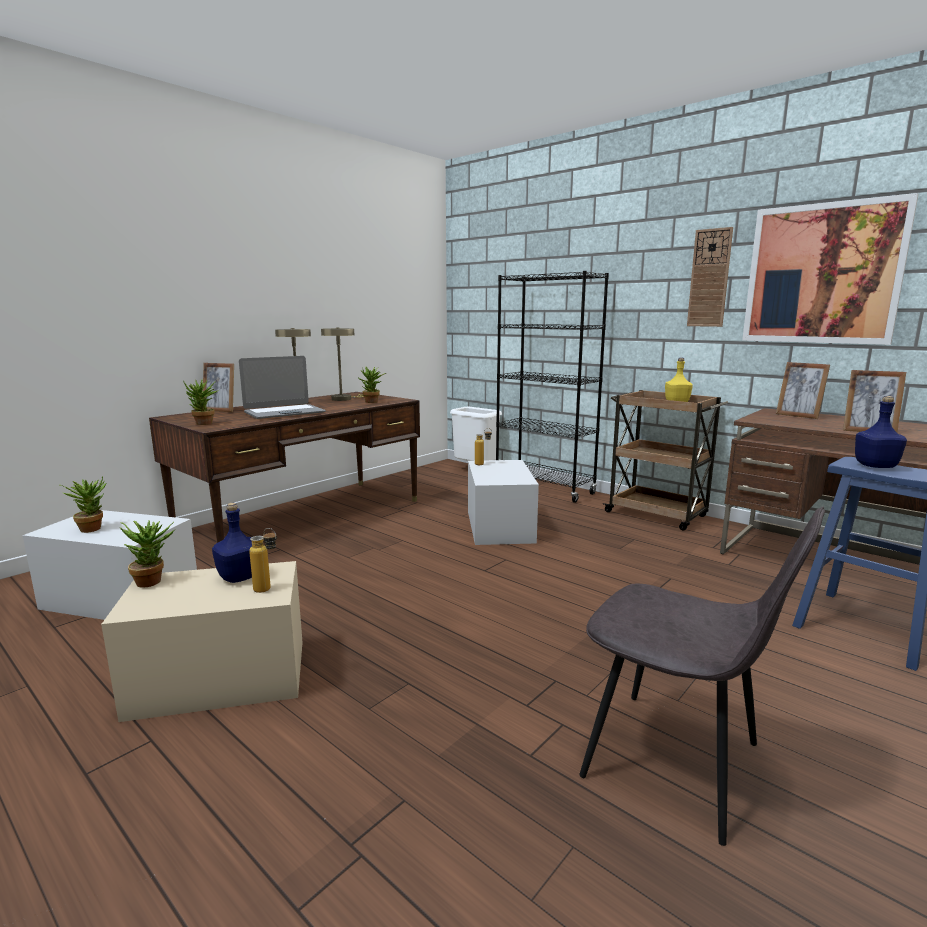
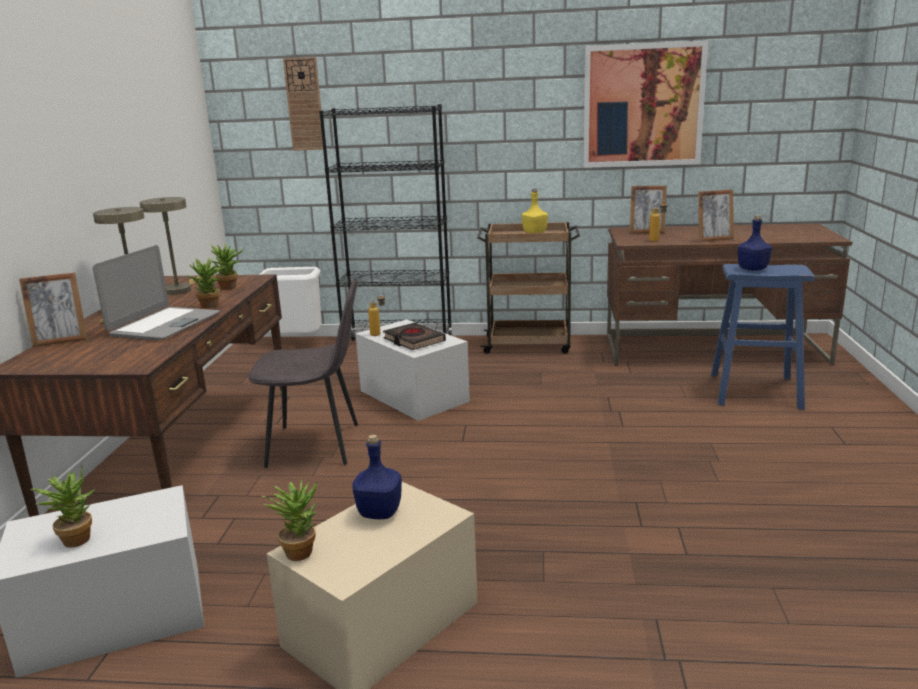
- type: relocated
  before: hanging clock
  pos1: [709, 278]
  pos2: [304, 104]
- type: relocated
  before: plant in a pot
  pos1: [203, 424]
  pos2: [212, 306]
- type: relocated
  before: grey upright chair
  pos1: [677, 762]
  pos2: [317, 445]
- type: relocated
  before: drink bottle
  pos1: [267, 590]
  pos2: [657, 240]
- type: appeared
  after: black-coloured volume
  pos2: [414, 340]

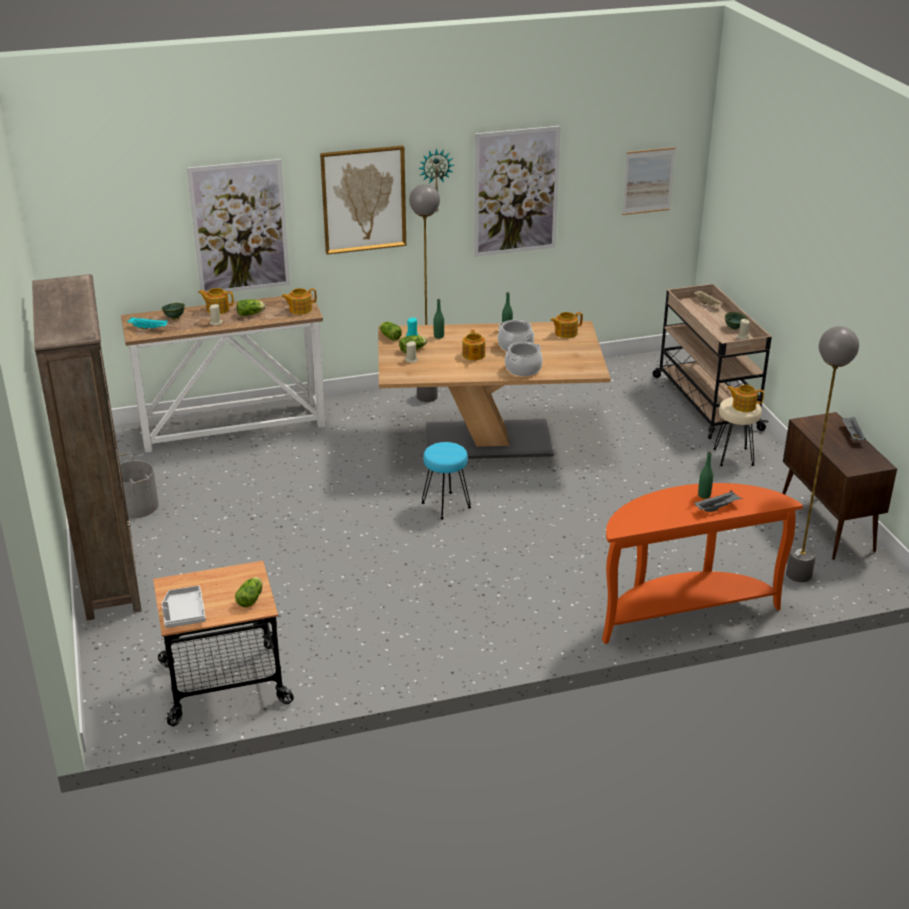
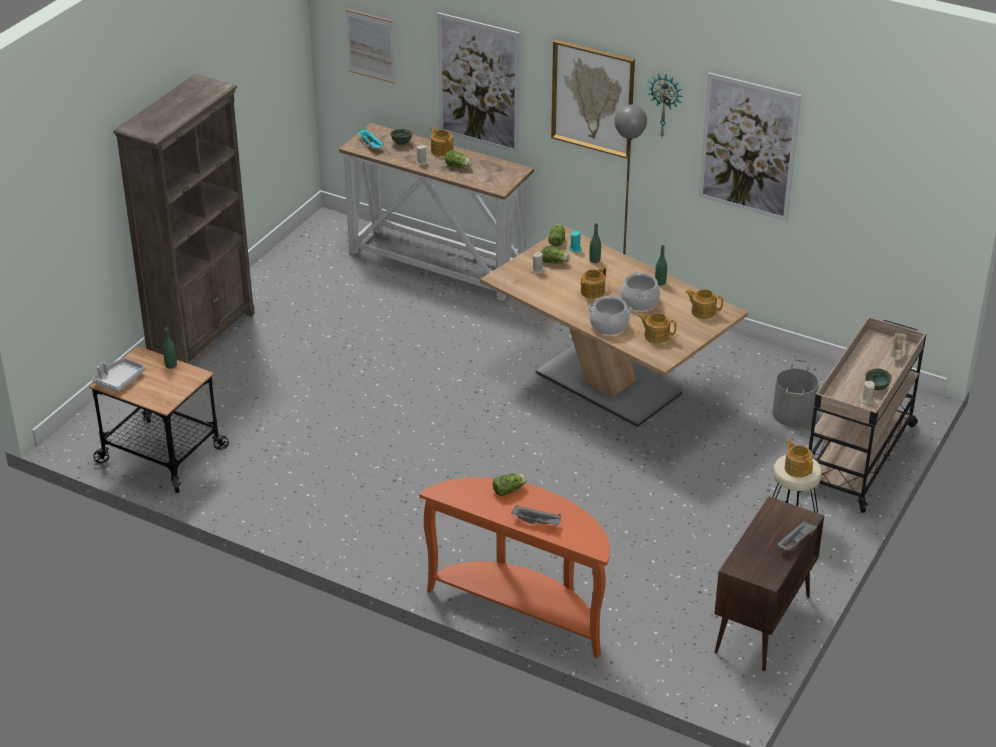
- type: relocated
  before: wall picture
  pos1: [648, 181]
  pos2: [370, 46]
- type: relocated
  before: tea pot
  pos1: [299, 309]
  pos2: [656, 336]
- type: missing
  before: grey standing lamp
  pos1: [798, 575]
- type: missing
  before: turquoise stool seat
  pos1: [445, 505]
- type: relocated
  before: grey water bucket
  pos1: [138, 506]
  pos2: [794, 414]
- type: relocated
  before: greenish drink bottle
  pos1: [704, 495]
  pos2: [171, 365]
- type: relocated
  before: lettuce head
  pos1: [251, 598]
  pos2: [510, 490]

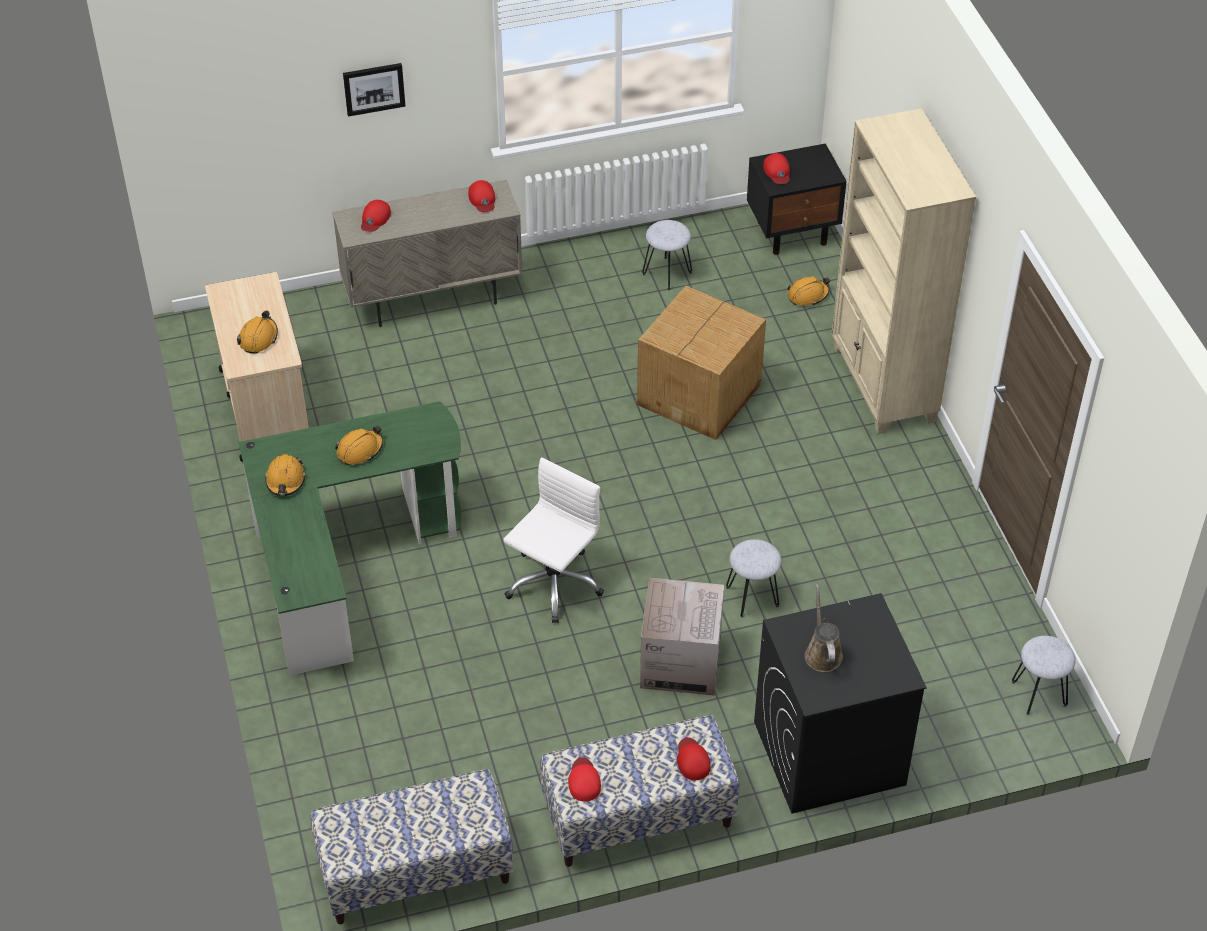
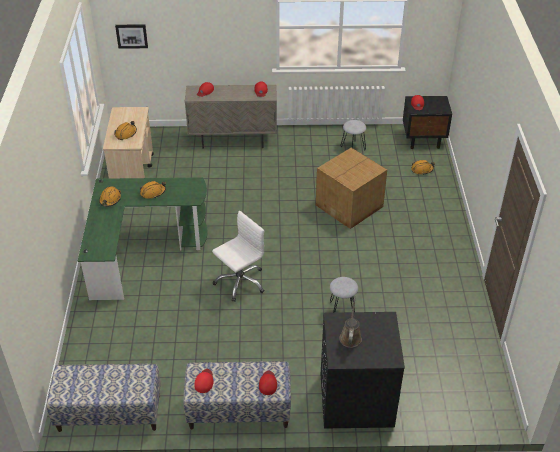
- type: relocated
  before: wall picture
  pos1: [374, 88]
  pos2: [131, 36]
- type: missing
  before: beige bookshelf
  pos1: [883, 385]
- type: missing
  before: carton
  pos1: [681, 662]
- type: missing
  before: grey stool seat
  pos1: [1039, 694]

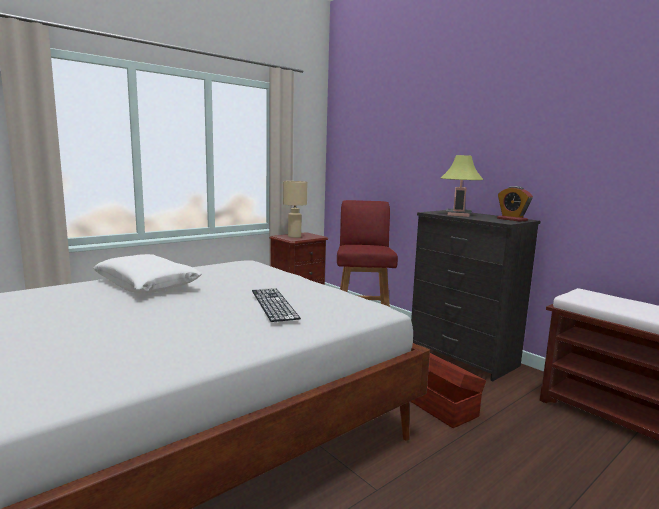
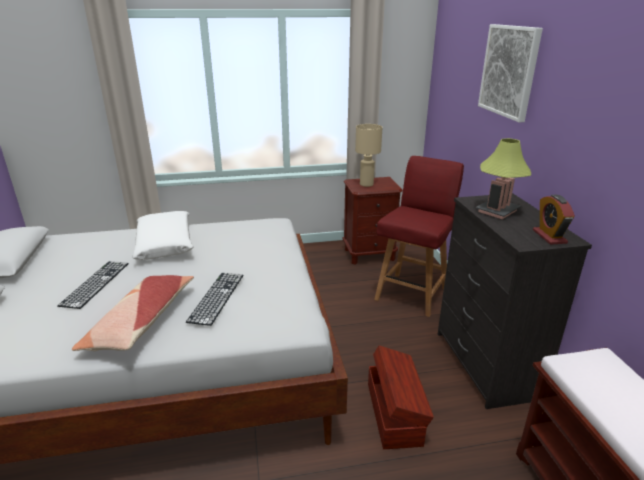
- type: appeared
  after: wall picture
  pos2: [509, 71]
- type: appeared
  after: computer keyboard
  pos2: [95, 283]
- type: appeared
  after: pillow
  pos2: [141, 322]

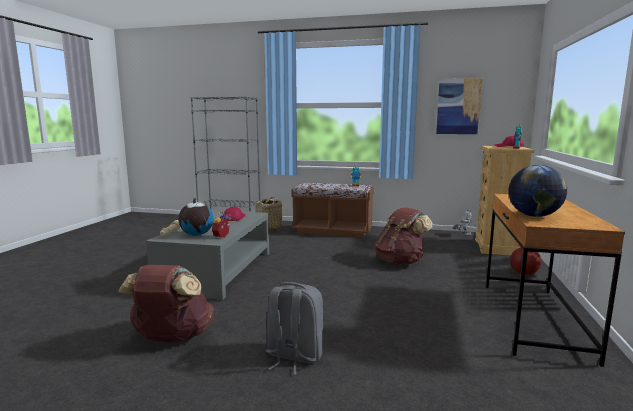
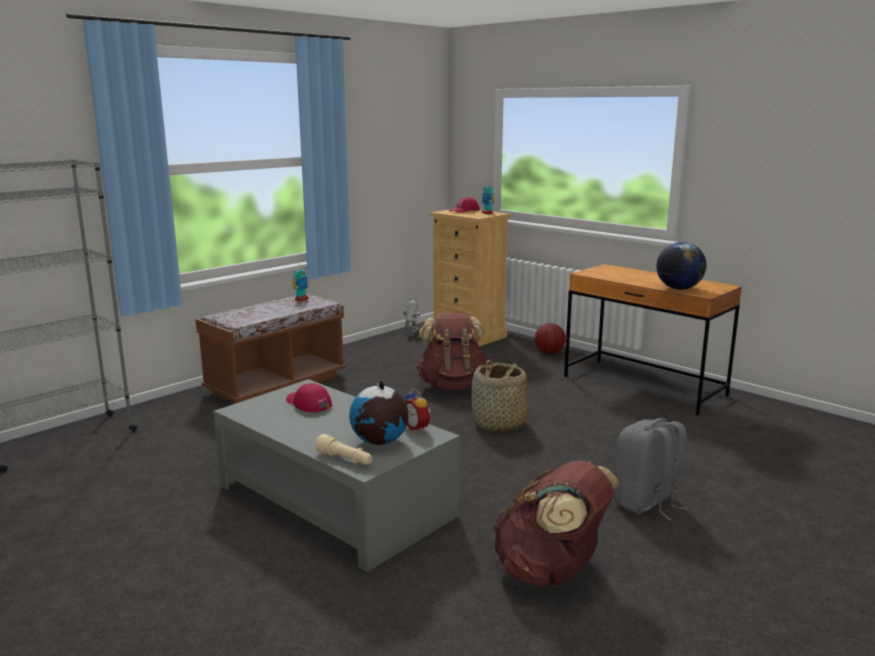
- type: missing
  before: wall picture
  pos1: [458, 106]
- type: relocated
  before: basket
  pos1: [268, 229]
  pos2: [499, 424]

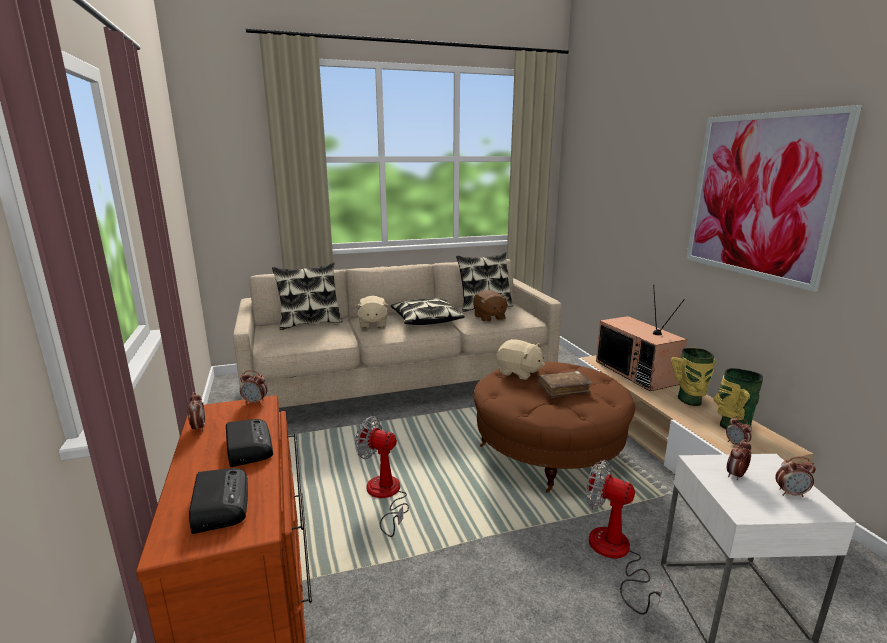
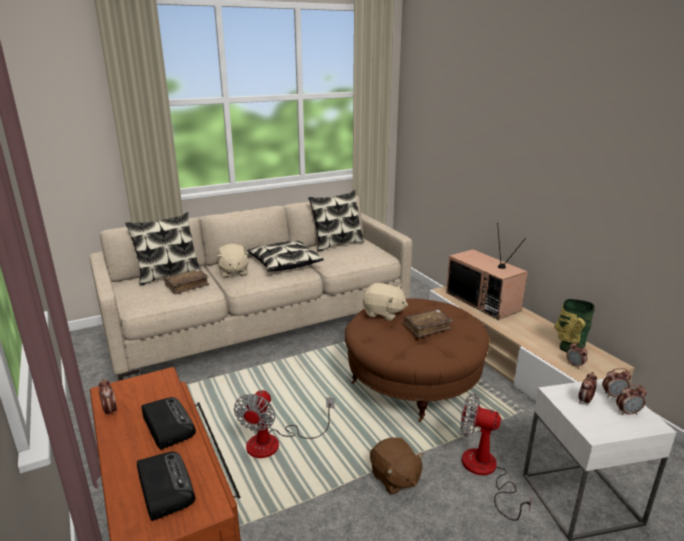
- type: missing
  before: wall picture
  pos1: [759, 196]
- type: relocated
  before: brown-coloured cuddly toy
  pos1: [489, 317]
  pos2: [394, 478]
- type: missing
  before: decorative vase
  pos1: [690, 401]
- type: relocated
  before: table clock
  pos1: [255, 402]
  pos2: [613, 395]
- type: spun
  before: cooling fan
  pos1: [385, 496]
  pos2: [275, 443]
  turn: -90
- type: appeared
  after: brown-coloured volume
  pos2: [187, 285]

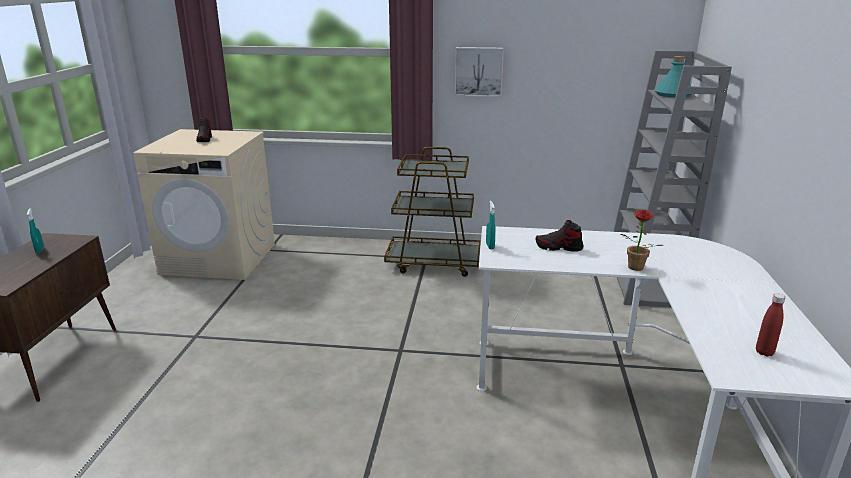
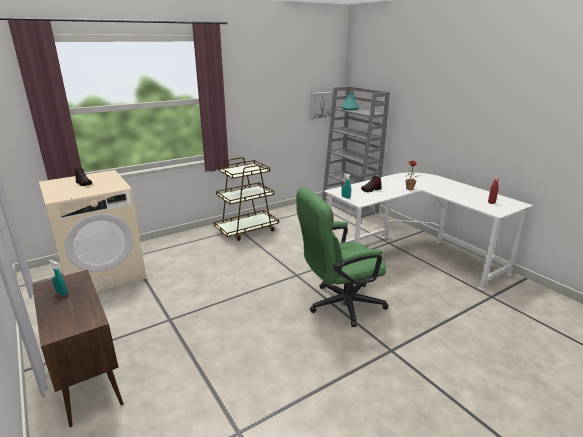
- type: relocated
  before: wall picture
  pos1: [478, 71]
  pos2: [321, 105]
- type: appeared
  after: greenish office chair
  pos2: [339, 305]

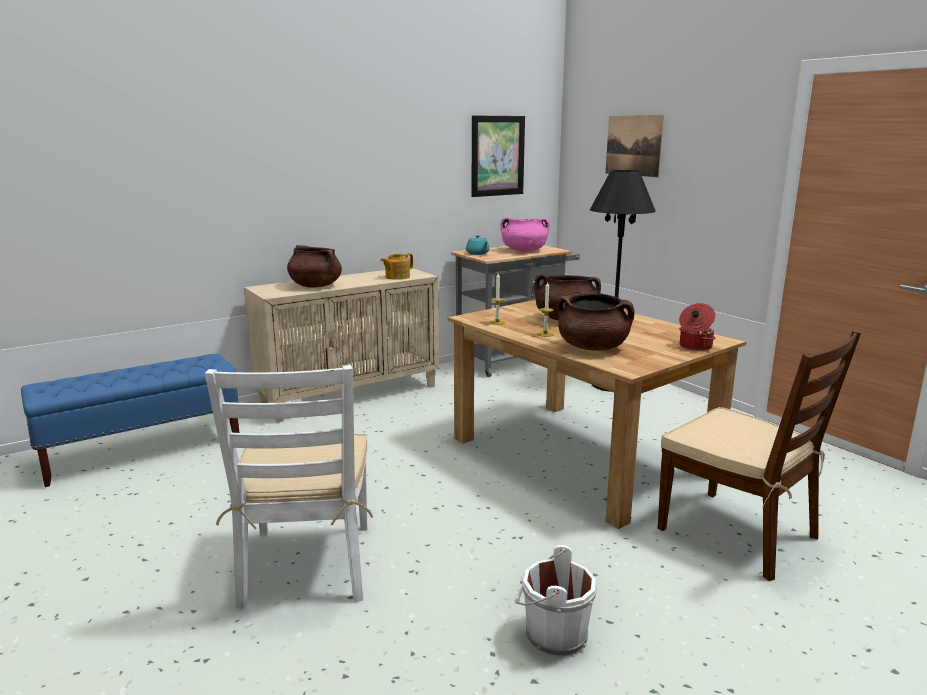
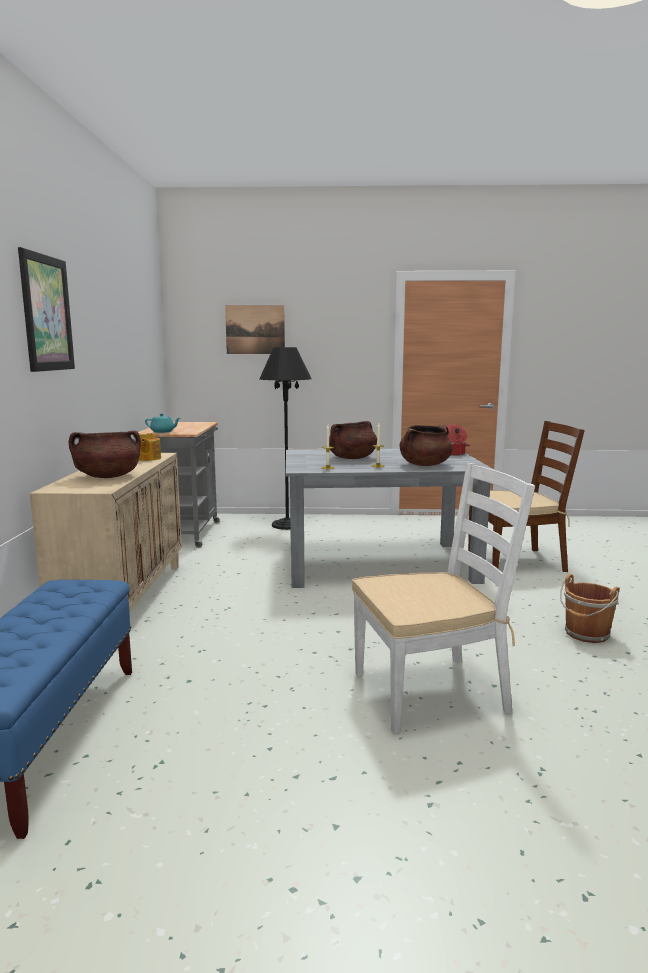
- type: relocated
  before: wall picture
  pos1: [497, 156]
  pos2: [47, 313]
- type: missing
  before: pink-coloured cooking pot
  pos1: [524, 251]
- type: colour
  before: brown-coloured dining table
  after: grey dining table
  pos1: [579, 456]
  pos2: [378, 564]
- type: spun
  before: white upright chair
  pos1: [307, 565]
  pos2: [431, 692]
  turn: -45
- type: colour
  before: white water bucket
  after: brown-coloured water bucket
  pos1: [553, 636]
  pos2: [586, 634]

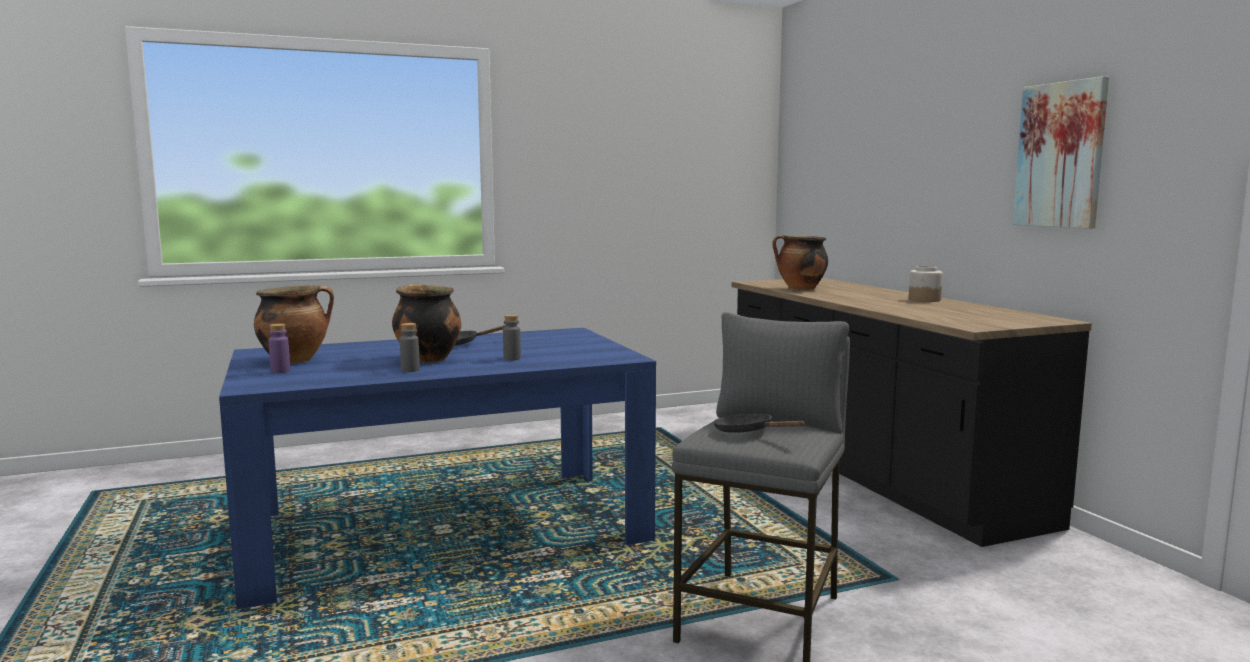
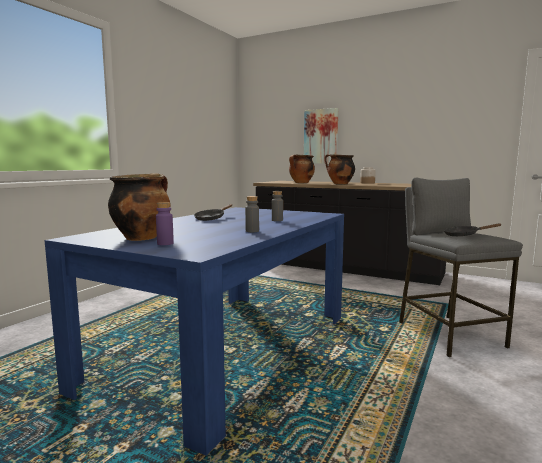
- type: relocated
  before: wall picture
  pos1: [1061, 155]
  pos2: [321, 136]
- type: relocated
  before: cooking pot
  pos1: [426, 359]
  pos2: [339, 184]

